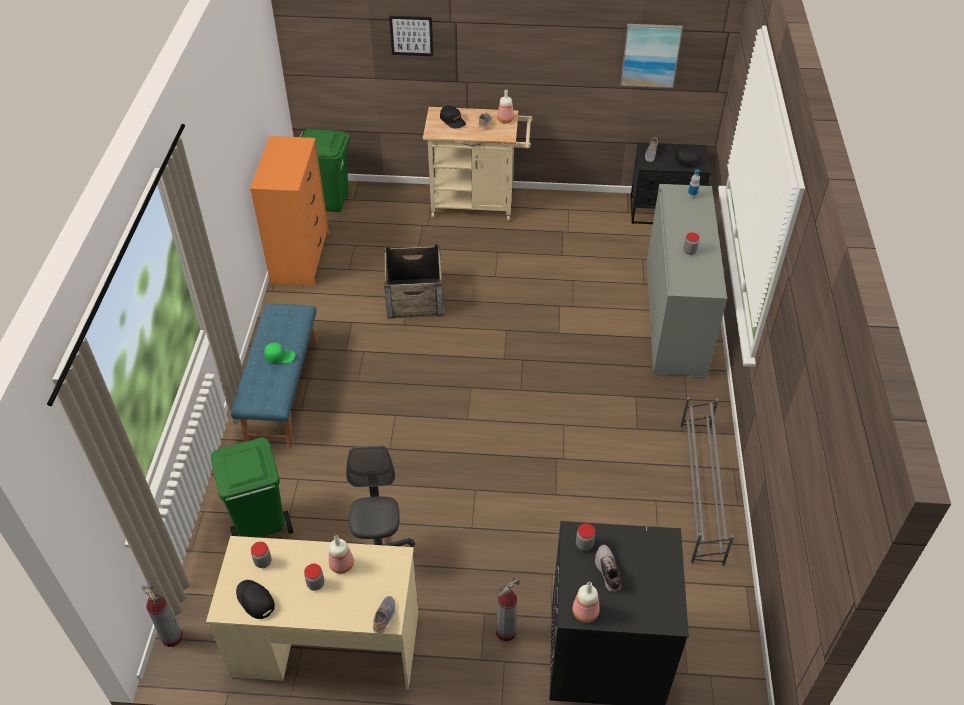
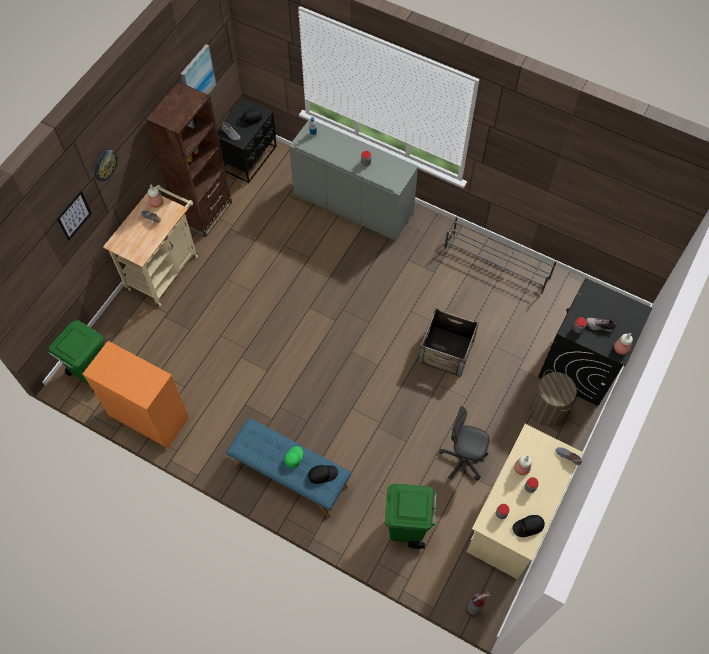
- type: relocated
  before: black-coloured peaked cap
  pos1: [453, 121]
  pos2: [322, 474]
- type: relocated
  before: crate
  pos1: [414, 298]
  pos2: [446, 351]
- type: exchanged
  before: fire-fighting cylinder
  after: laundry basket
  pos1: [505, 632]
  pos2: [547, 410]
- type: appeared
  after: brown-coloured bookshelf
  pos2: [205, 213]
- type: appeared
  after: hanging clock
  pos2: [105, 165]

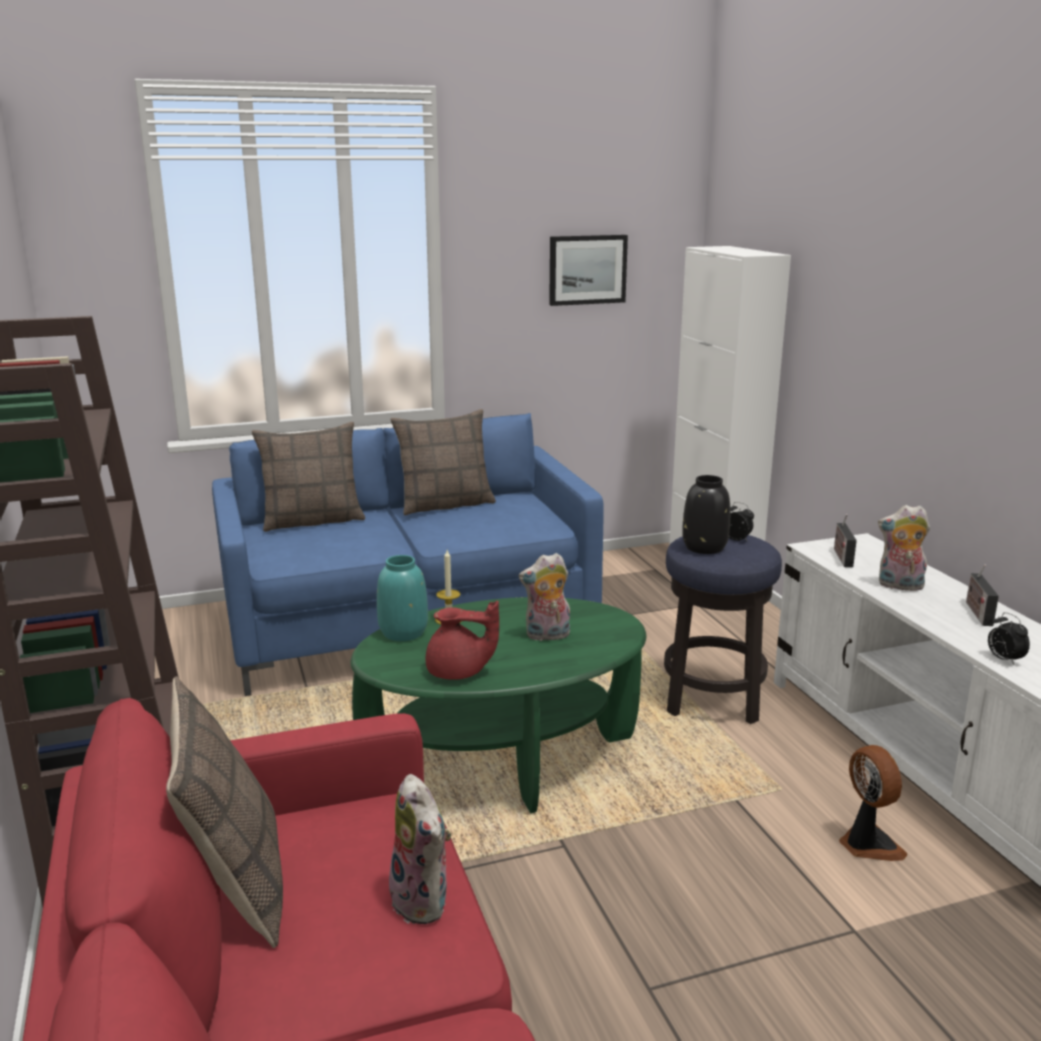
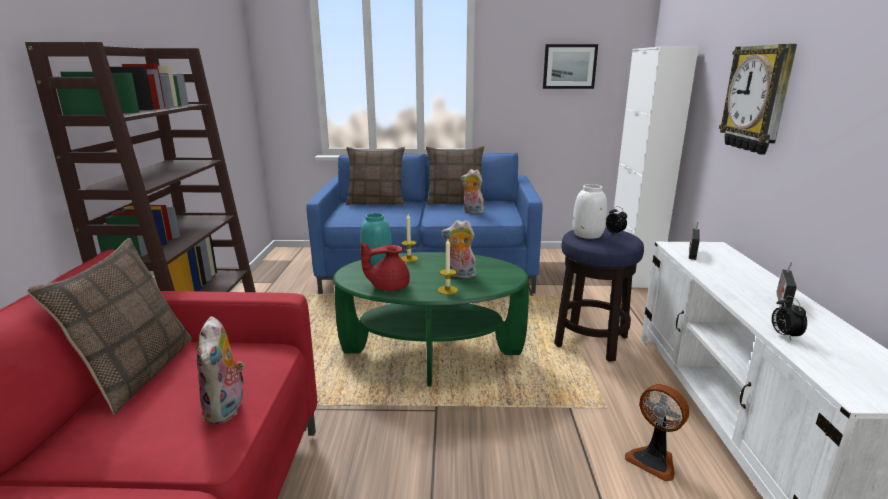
- type: colour
  before: black-coloured decorative vase
  after: white decorative vase
  pos1: [705, 547]
  pos2: [588, 235]
- type: relocated
  before: cuddly toy
  pos1: [899, 586]
  pos2: [472, 211]
- type: spun
  before: reddish tea pot
  pos1: [459, 672]
  pos2: [388, 286]
  turn: 135
- type: spun
  before: cooling fan
  pos1: [867, 844]
  pos2: [653, 460]
  turn: 135
- type: appeared
  after: hanging clock
  pos2: [758, 99]
- type: appeared
  after: wax light
  pos2: [447, 290]

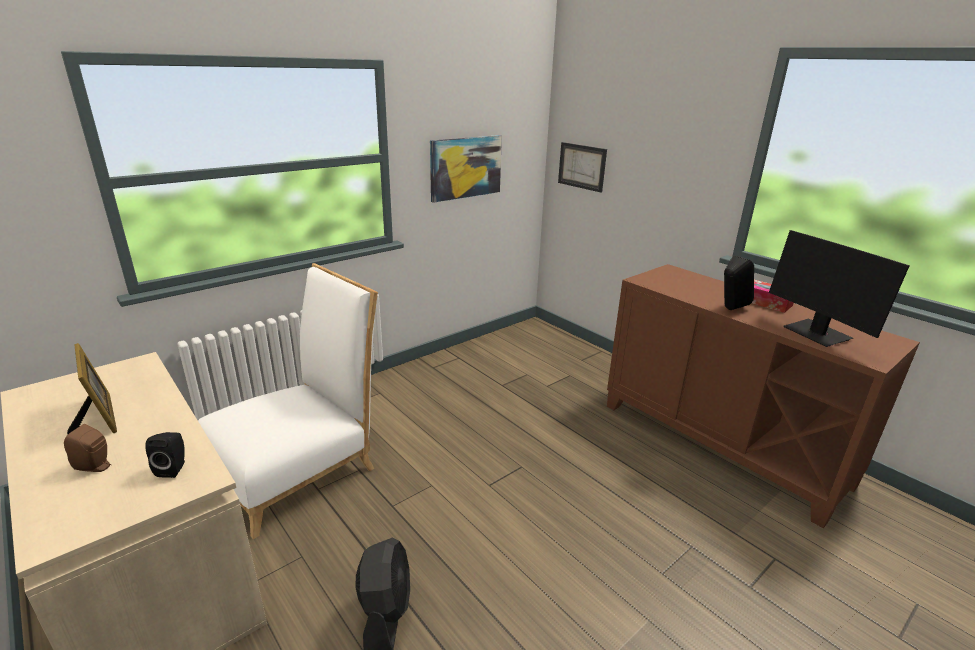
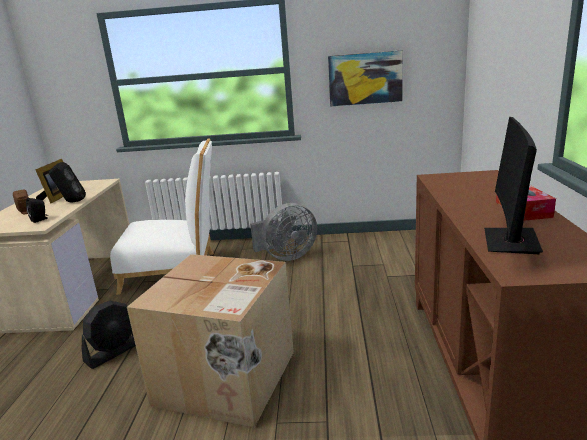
- type: missing
  before: wall picture
  pos1: [582, 166]
- type: relocated
  before: black-coloured loudspeaker
  pos1: [730, 309]
  pos2: [71, 202]
- type: appeared
  after: grey cooling fan
  pos2: [286, 256]
- type: appeared
  after: carton
  pos2: [227, 379]

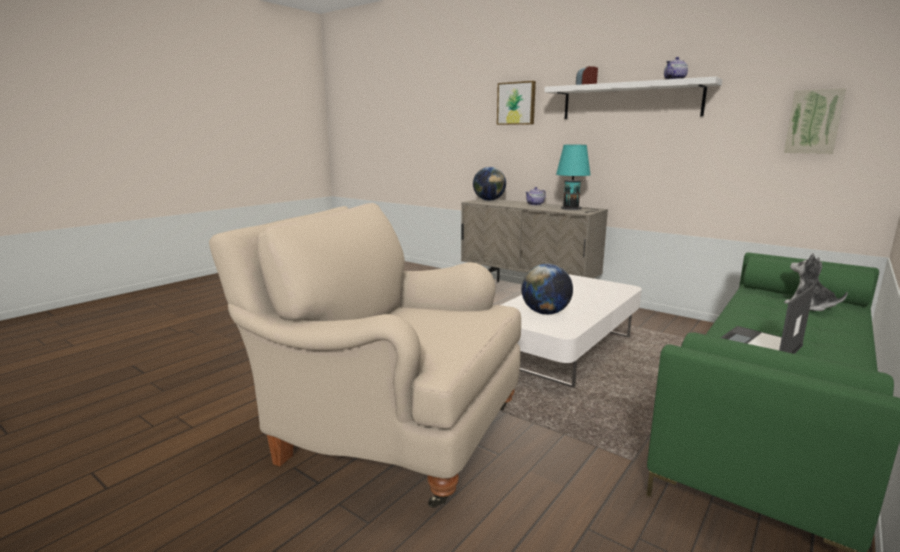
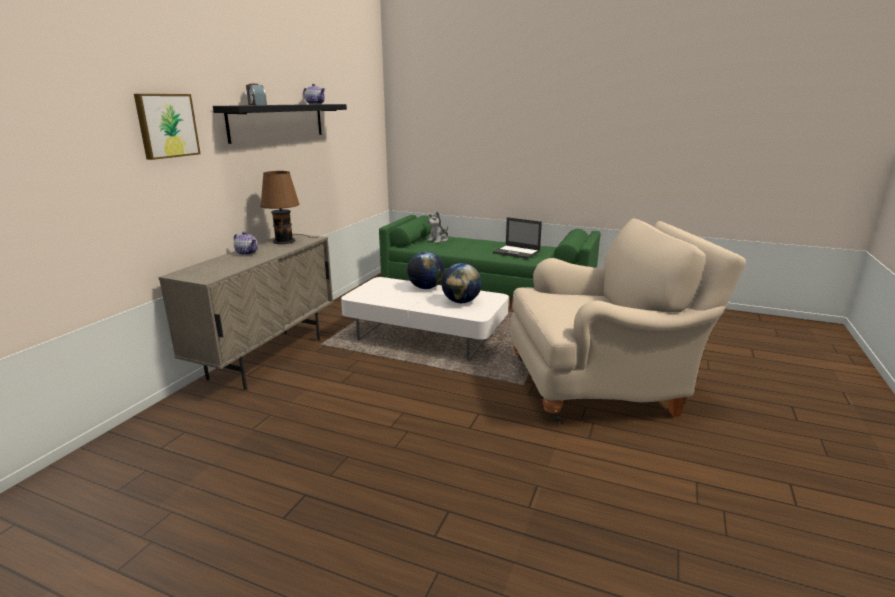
- type: colour
  before: white wall shelf
  after: black-coloured wall shelf
  pos1: [630, 101]
  pos2: [277, 121]
- type: missing
  before: wall picture
  pos1: [814, 122]
- type: colour
  before: turquoise tabletop lamp
  after: brown-coloured tabletop lamp
  pos1: [573, 208]
  pos2: [286, 241]
- type: relocated
  before: world globe
  pos1: [489, 200]
  pos2: [425, 288]
- type: spun
  before: beige armchair
  pos1: [387, 431]
  pos2: [601, 386]
  turn: -105

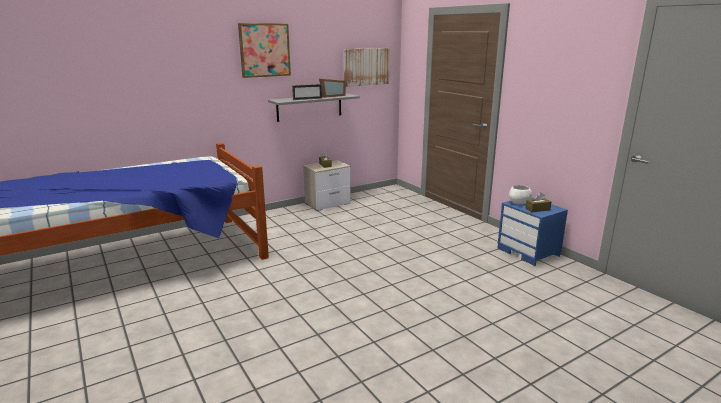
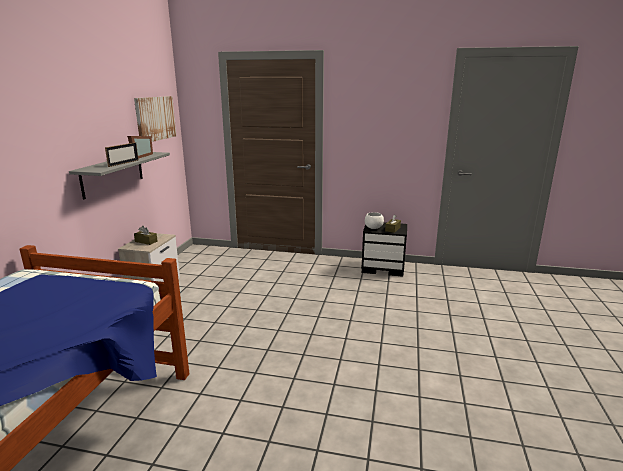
- type: missing
  before: wall picture
  pos1: [264, 50]
- type: colour
  before: blue nightstand
  after: black-coloured nightstand
  pos1: [529, 252]
  pos2: [383, 267]

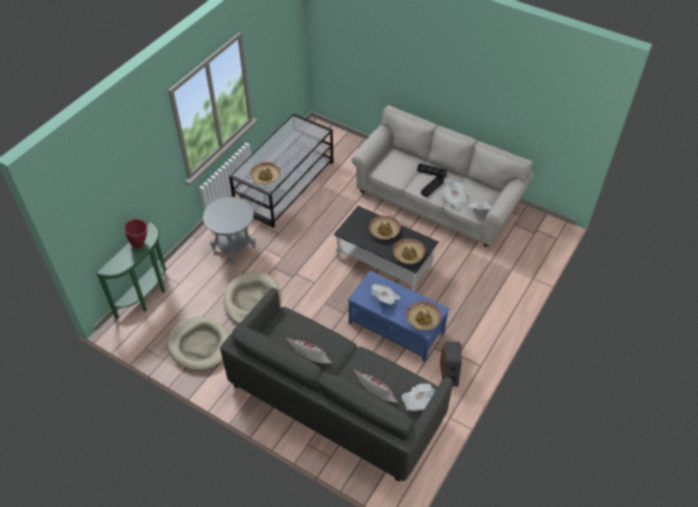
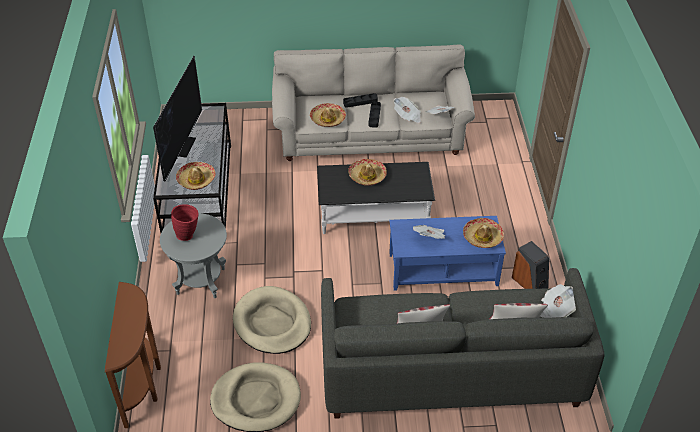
- type: relocated
  before: reddish decorative vase
  pos1: [141, 244]
  pos2: [188, 235]
- type: colour
  before: greenish hall table
  after: brown-coloured hall table
  pos1: [147, 296]
  pos2: [144, 383]
- type: relocated
  before: hat
  pos1: [408, 254]
  pos2: [327, 119]
- type: appeared
  after: TV set
  pos2: [183, 145]

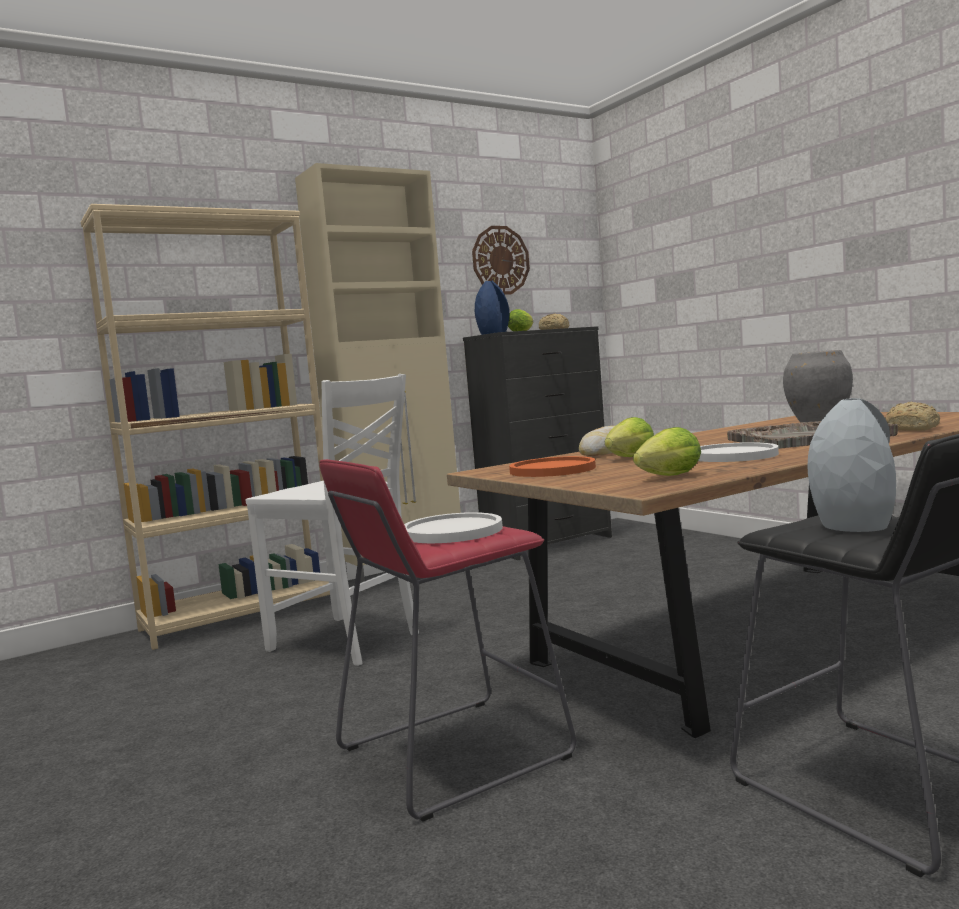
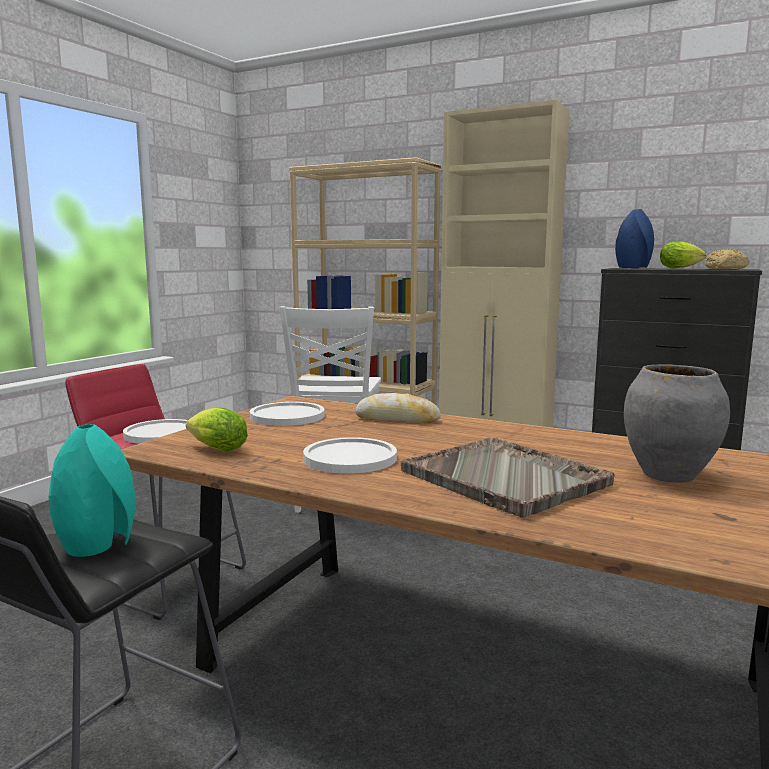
- type: missing
  before: hanging clock
  pos1: [500, 260]
- type: colour
  before: grey decorative vase
  after: turquoise decorative vase
  pos1: [854, 526]
  pos2: [99, 544]
- type: missing
  before: baked bread
  pos1: [913, 429]
- type: missing
  before: lettuce head
  pos1: [628, 458]
- type: colour
  before: orange-coloured plate
  after: white plate
  pos1: [552, 469]
  pos2: [287, 416]

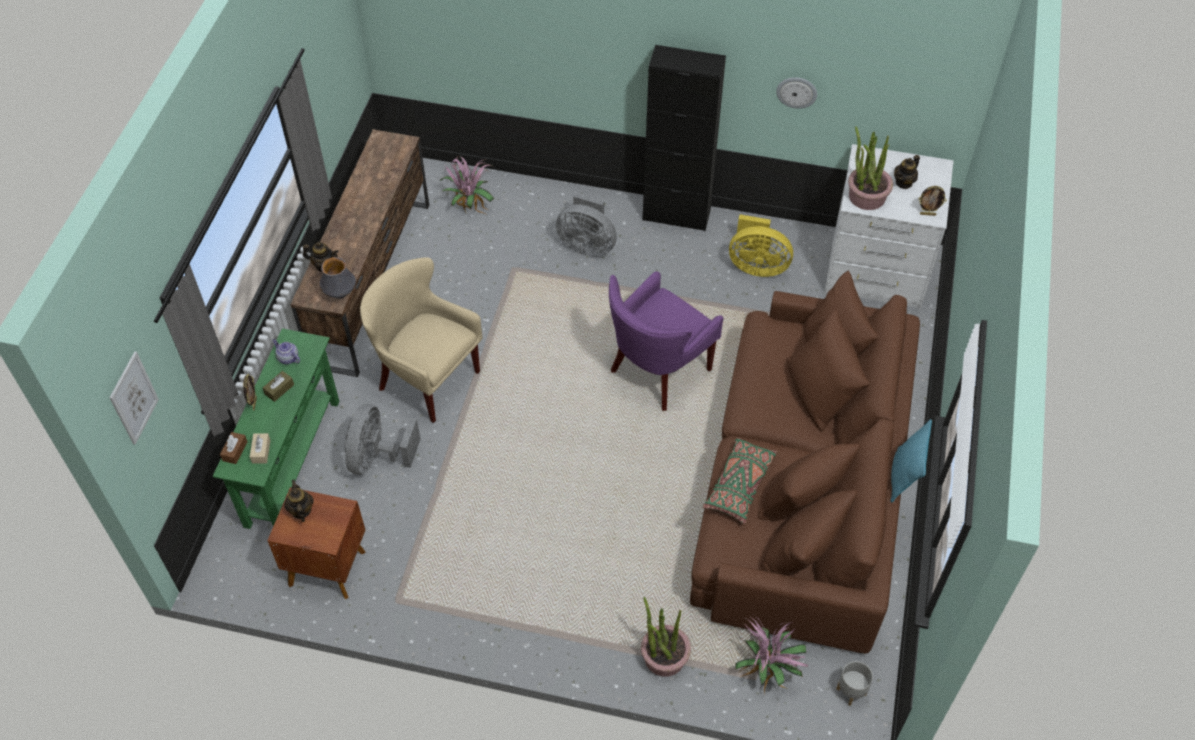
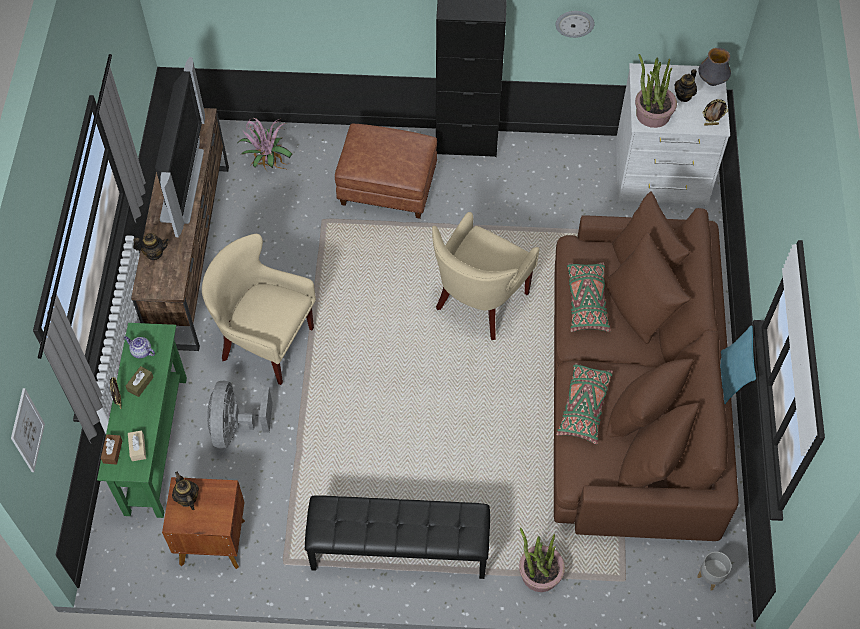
- type: exchanged
  before: grey cooling fan
  after: brown-coloured footrest
  pos1: [587, 245]
  pos2: [388, 187]
- type: missing
  before: yellow-coloured cooling fan
  pos1: [756, 266]
- type: relocated
  before: decorative vase
  pos1: [340, 293]
  pos2: [711, 81]
- type: colour
  before: purplish armchair
  after: beige armchair
  pos1: [657, 371]
  pos2: [479, 302]
- type: missing
  before: plant in a pot
  pos1: [768, 671]
- type: appeared
  after: TV set
  pos2: [184, 185]
- type: appeared
  after: greenish pillow
  pos2: [587, 301]
- type: appeared
  after: black-coloured indoor bench
  pos2: [398, 551]

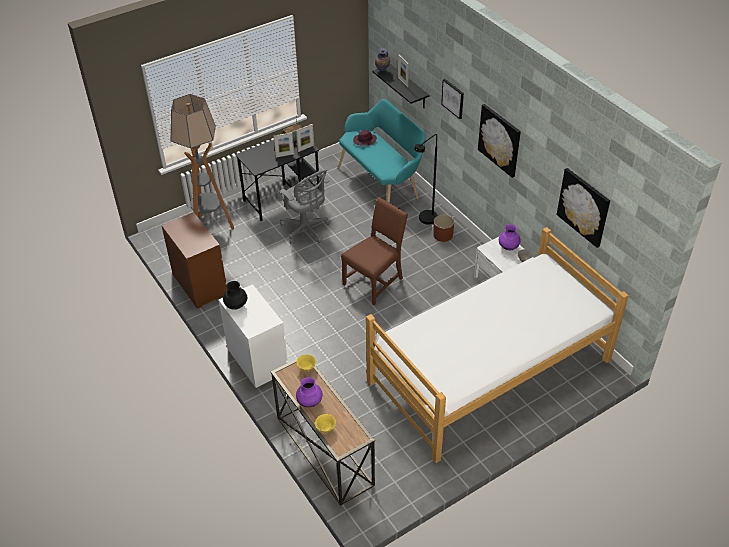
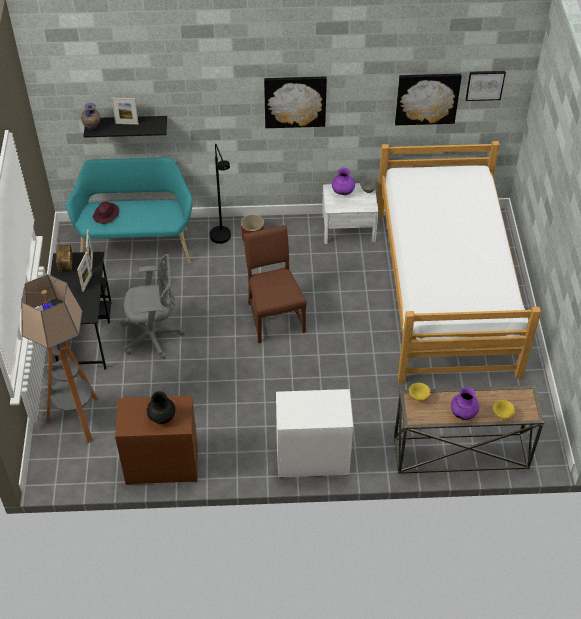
- type: relocated
  before: wall picture
  pos1: [453, 98]
  pos2: [485, 85]
- type: relocated
  before: black-coloured decorative vase
  pos1: [236, 305]
  pos2: [162, 417]

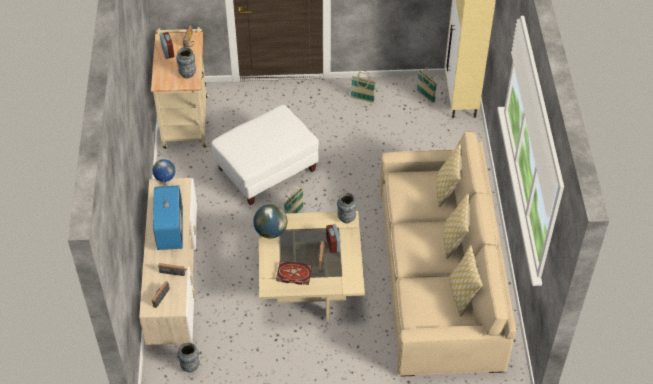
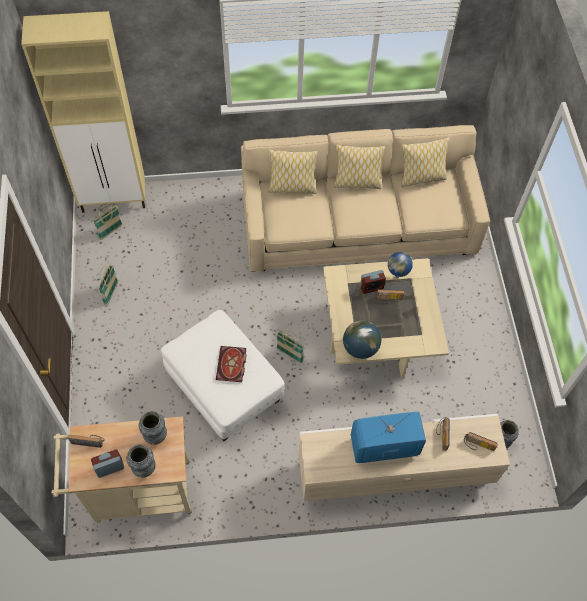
- type: relocated
  before: world globe
  pos1: [166, 185]
  pos2: [397, 277]
- type: relocated
  before: decorative vase
  pos1: [346, 218]
  pos2: [144, 468]
- type: relocated
  before: volume
  pos1: [293, 274]
  pos2: [232, 365]

